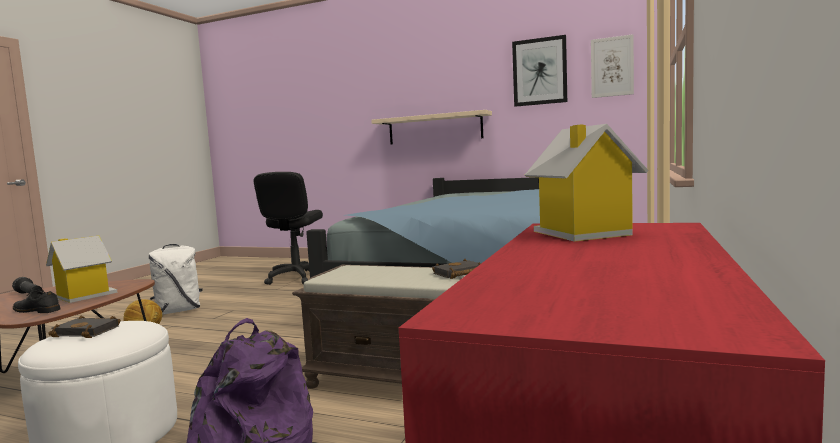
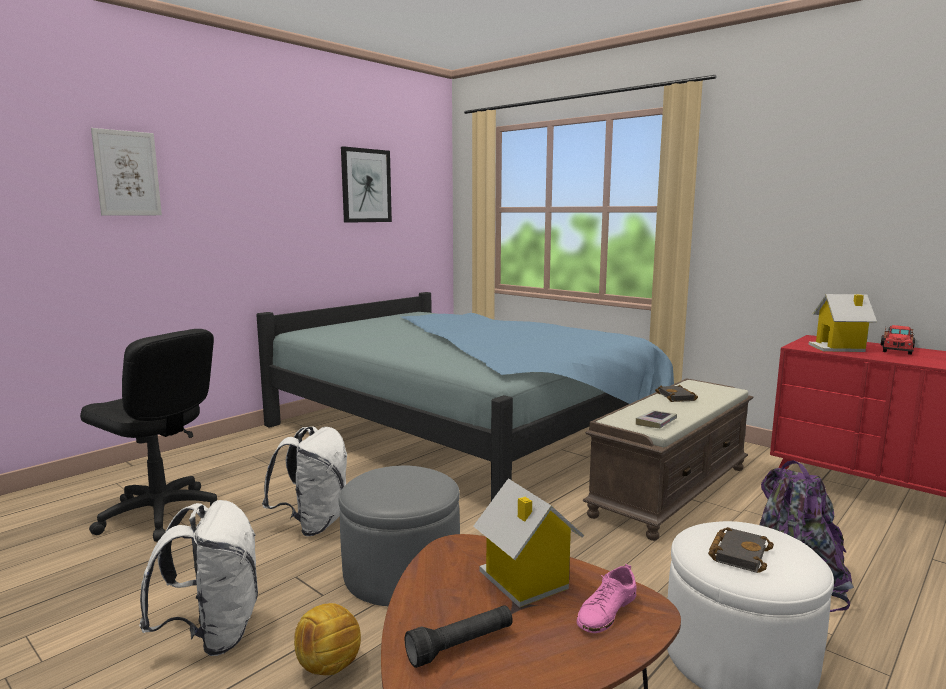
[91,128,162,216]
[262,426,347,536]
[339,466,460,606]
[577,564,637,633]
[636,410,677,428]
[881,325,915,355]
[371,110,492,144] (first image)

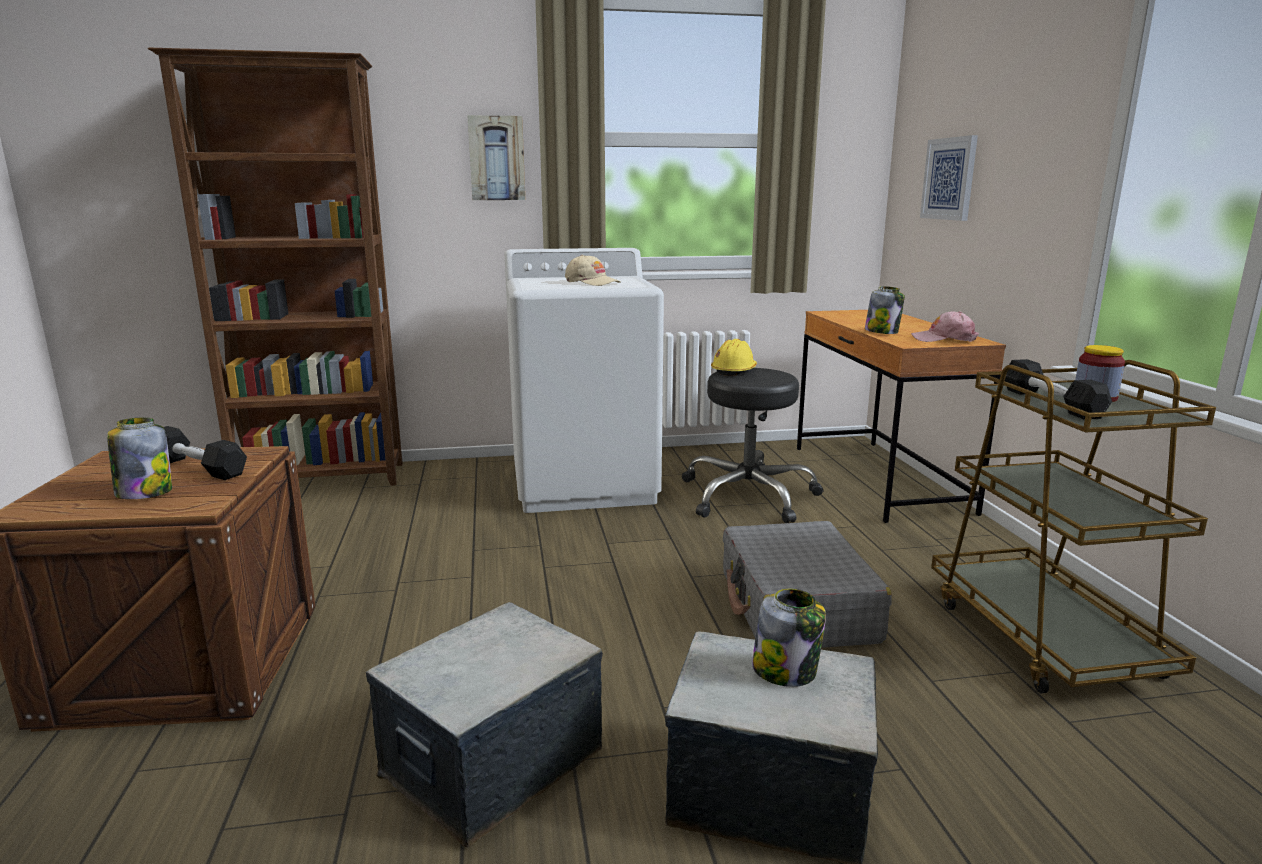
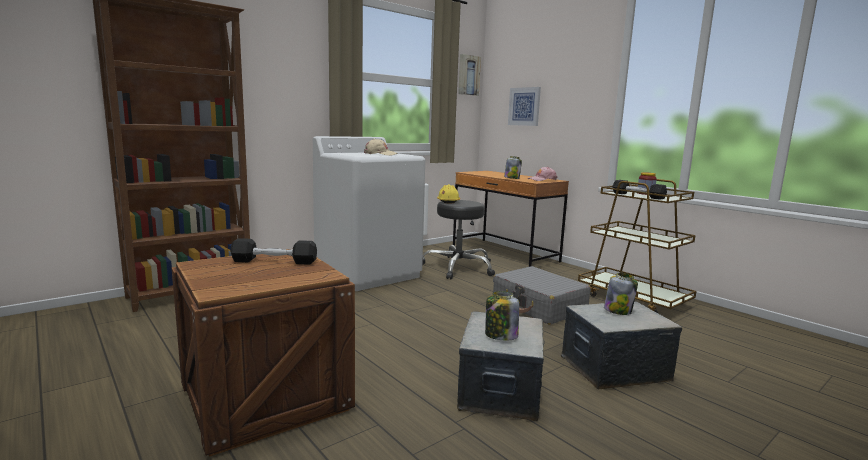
[458,54,481,96]
[485,291,519,340]

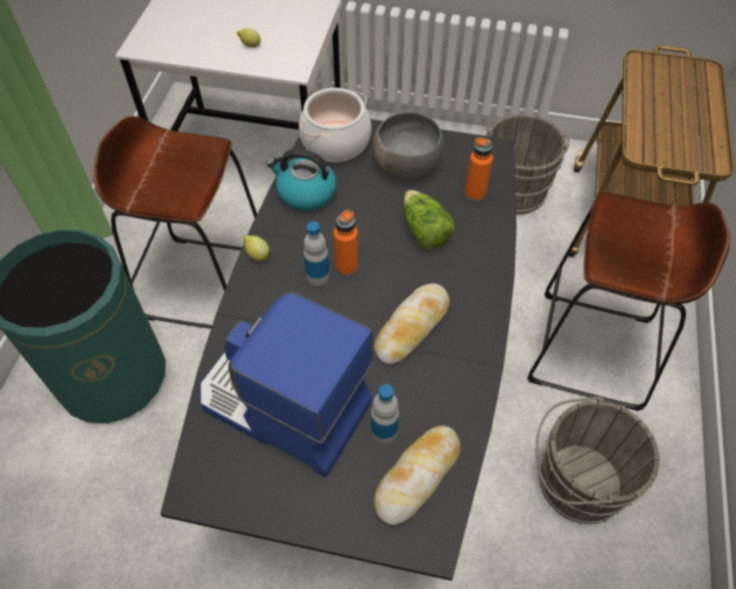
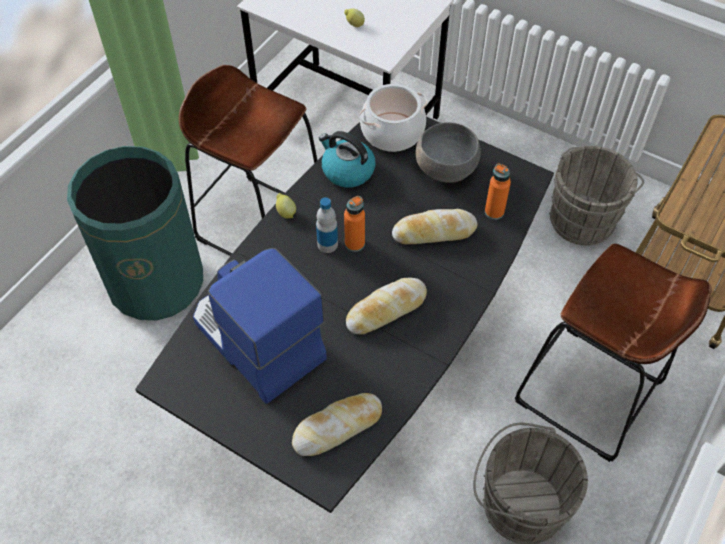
[392,209,477,245]
[371,384,399,444] (first image)

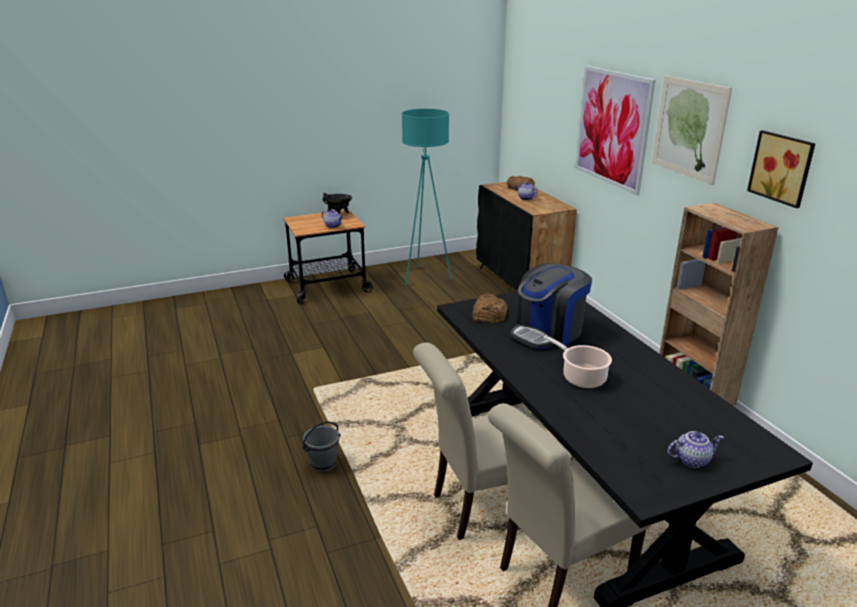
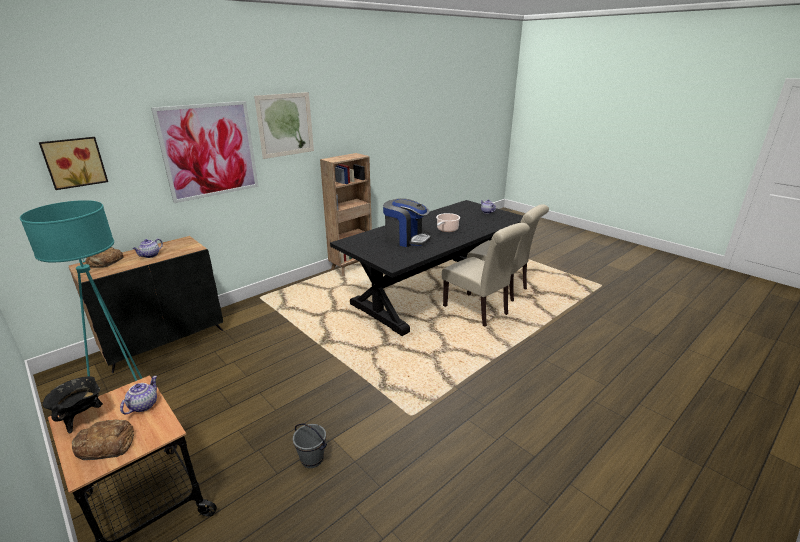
[39,137,108,190]
[72,420,134,460]
[293,423,327,468]

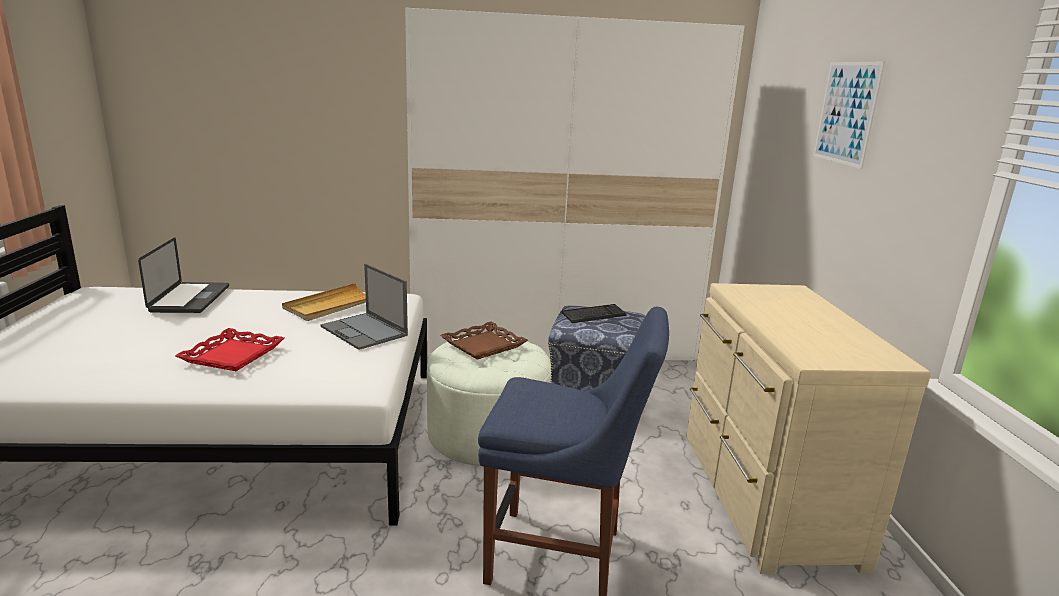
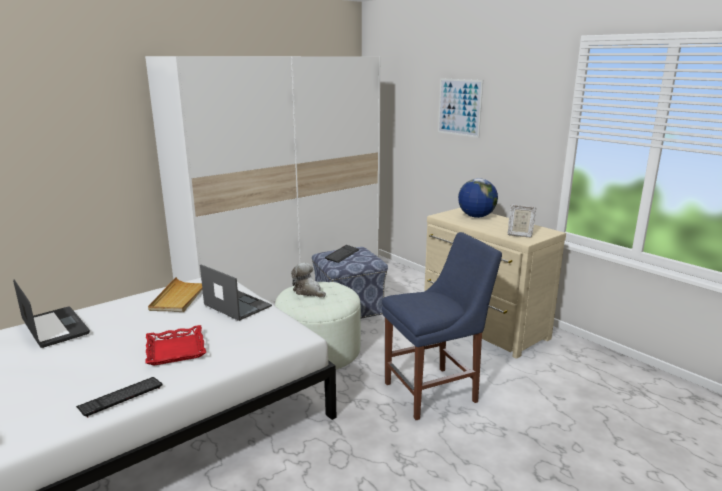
[76,377,163,418]
[200,264,272,321]
[291,263,326,298]
[458,178,498,218]
[508,204,536,238]

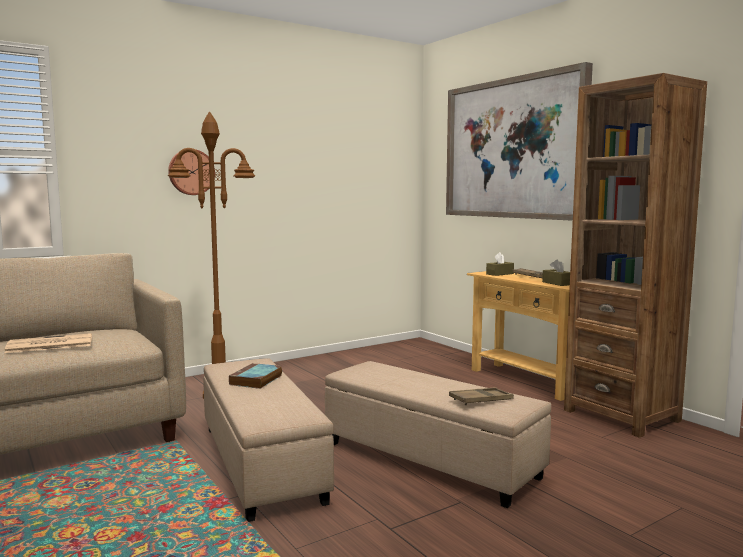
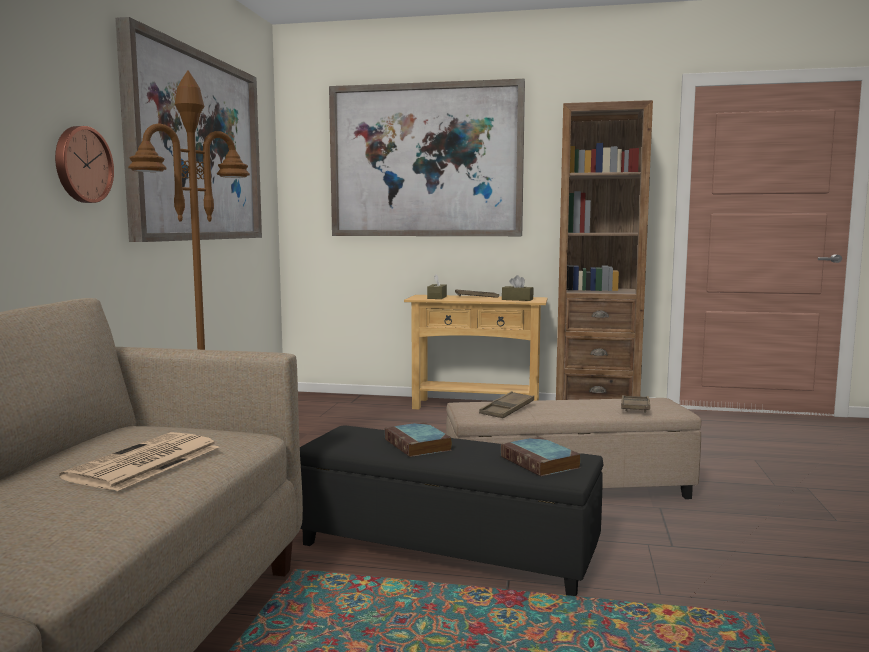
[115,17,262,242]
[300,425,603,596]
[479,391,534,418]
[500,437,581,476]

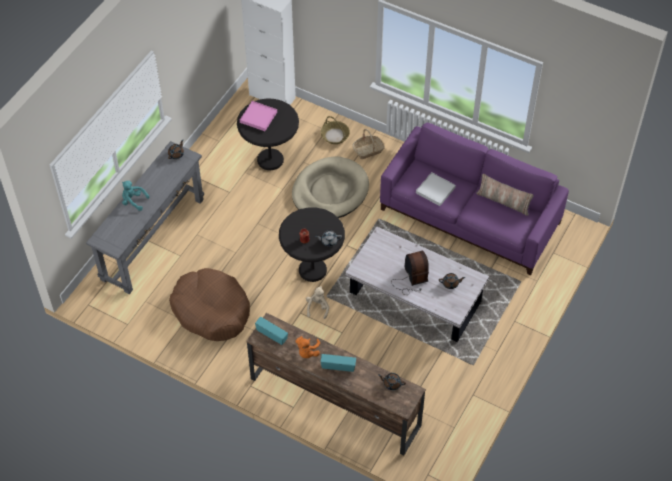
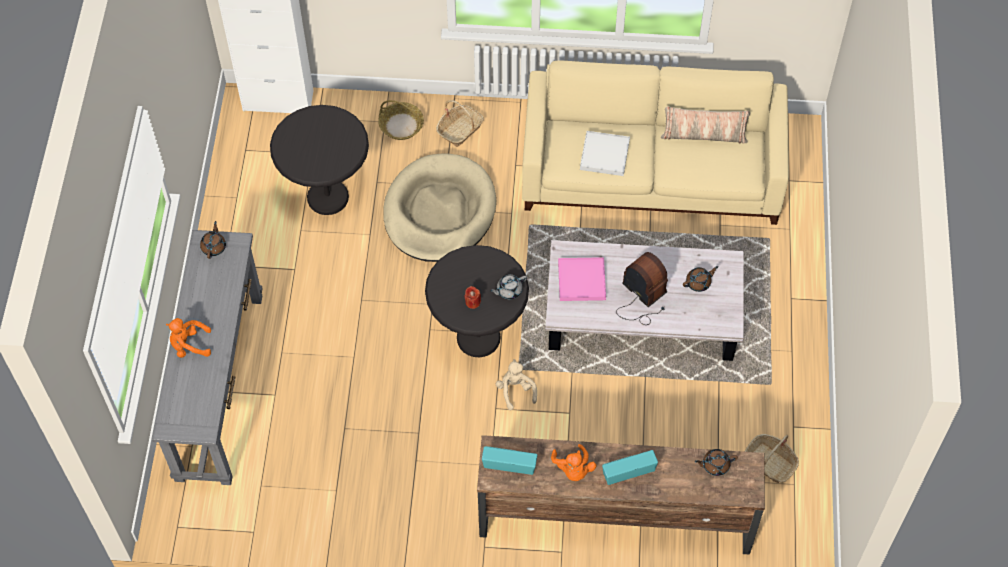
[166,318,211,358]
[522,60,789,225]
[558,257,606,301]
[745,434,799,483]
[169,268,250,341] (first image)

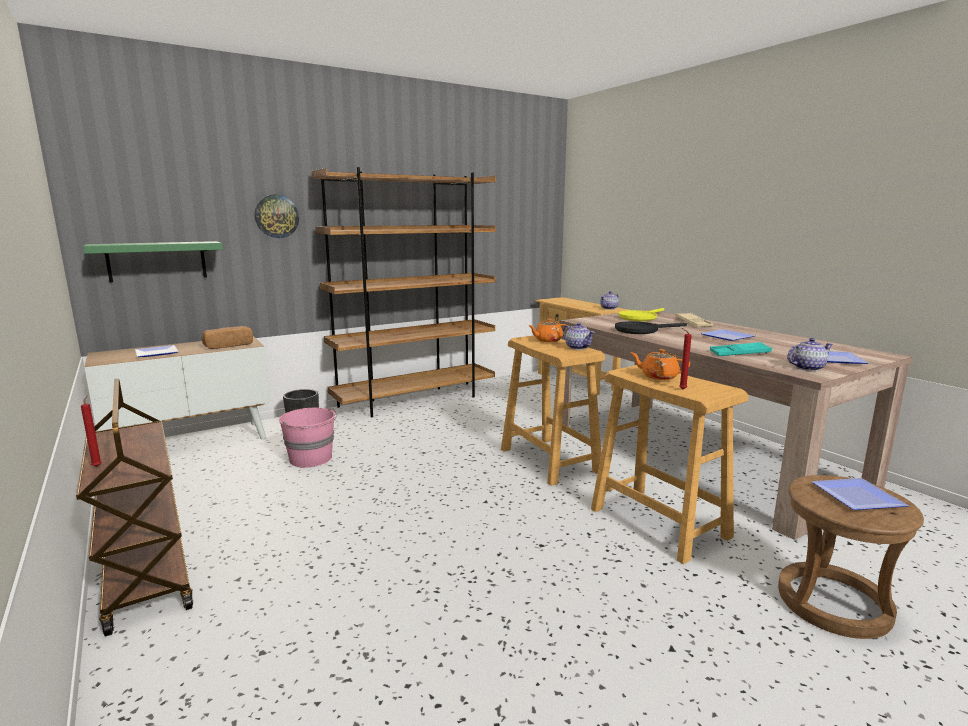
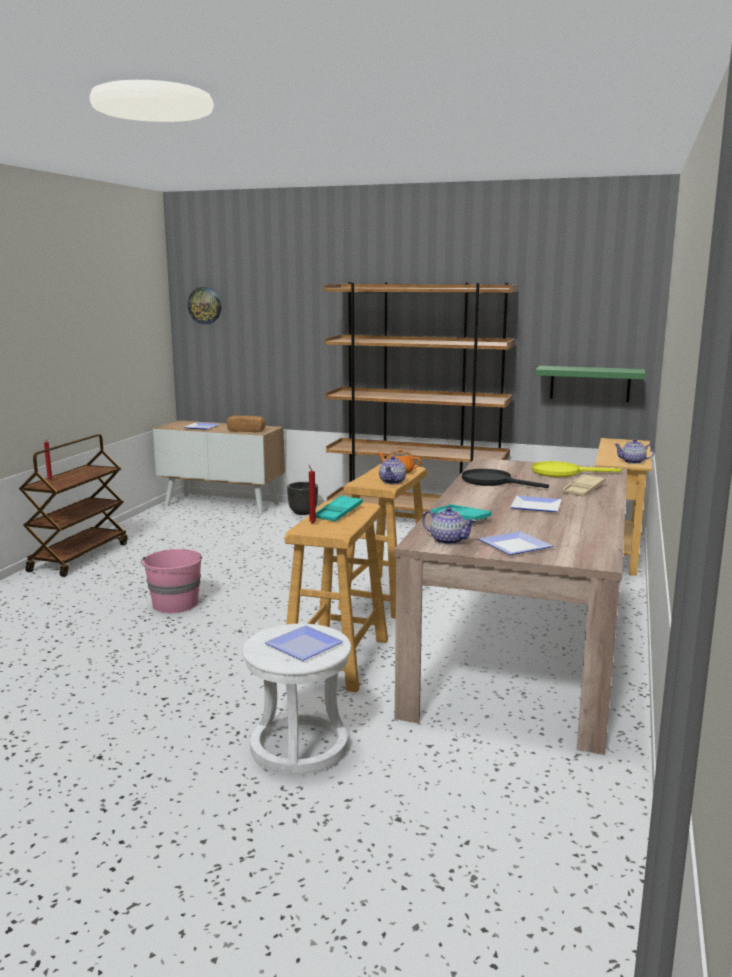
[141,549,202,613]
[187,287,221,324]
[242,624,351,776]
[316,495,363,521]
[535,366,645,402]

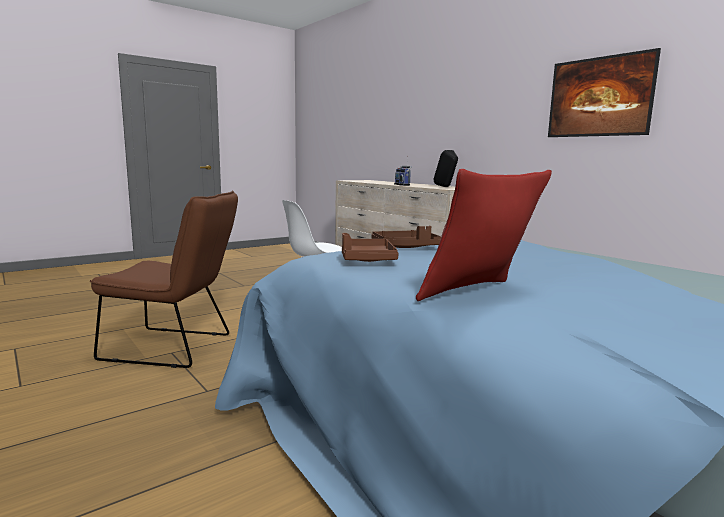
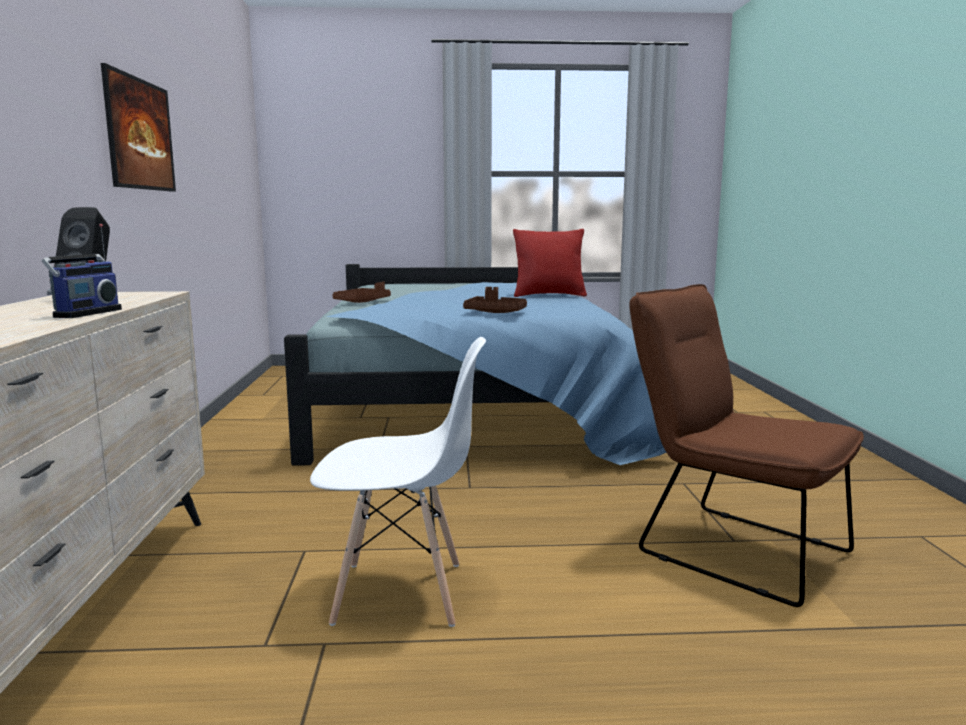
[333,282,391,303]

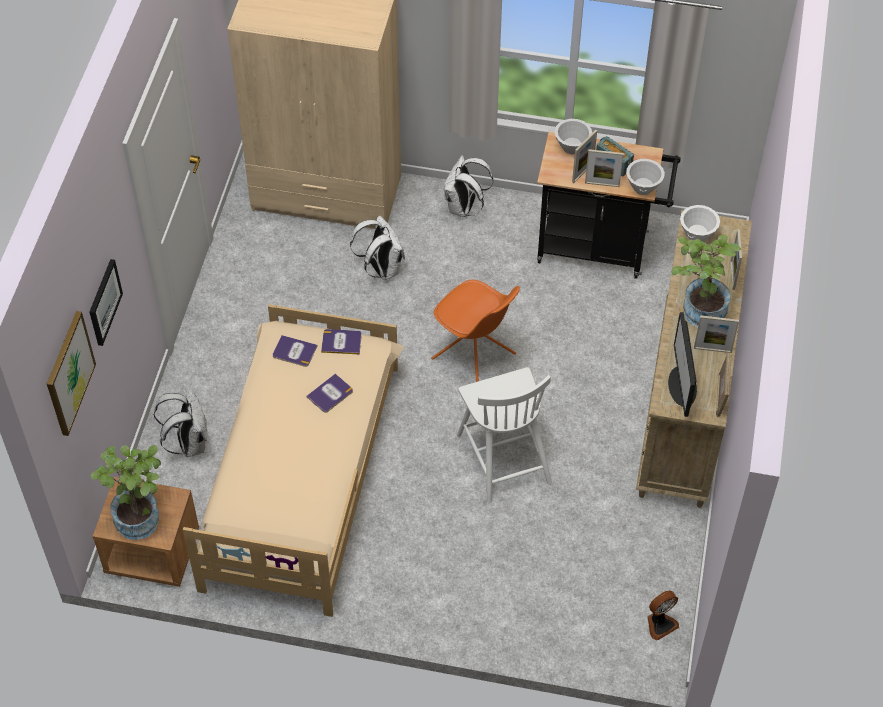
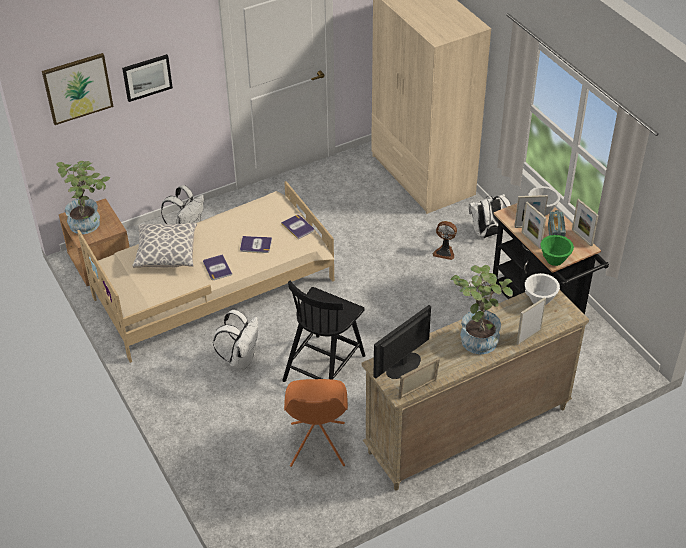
[132,223,197,268]
[203,254,232,280]
[213,310,258,370]
[282,281,366,382]
[284,379,348,467]
[433,221,457,260]
[540,235,574,266]
[572,199,599,246]

